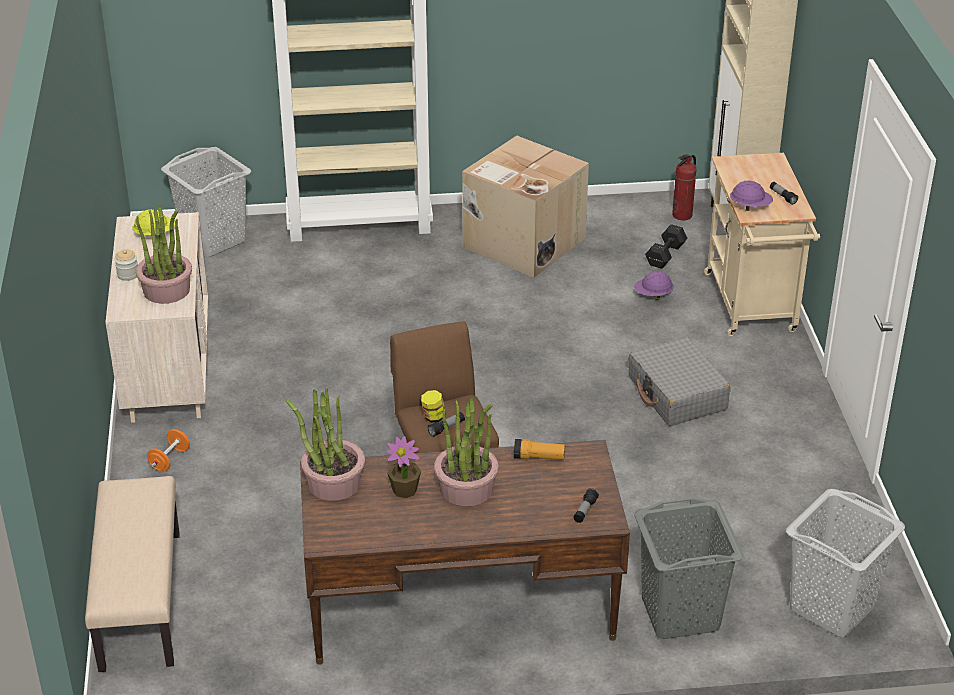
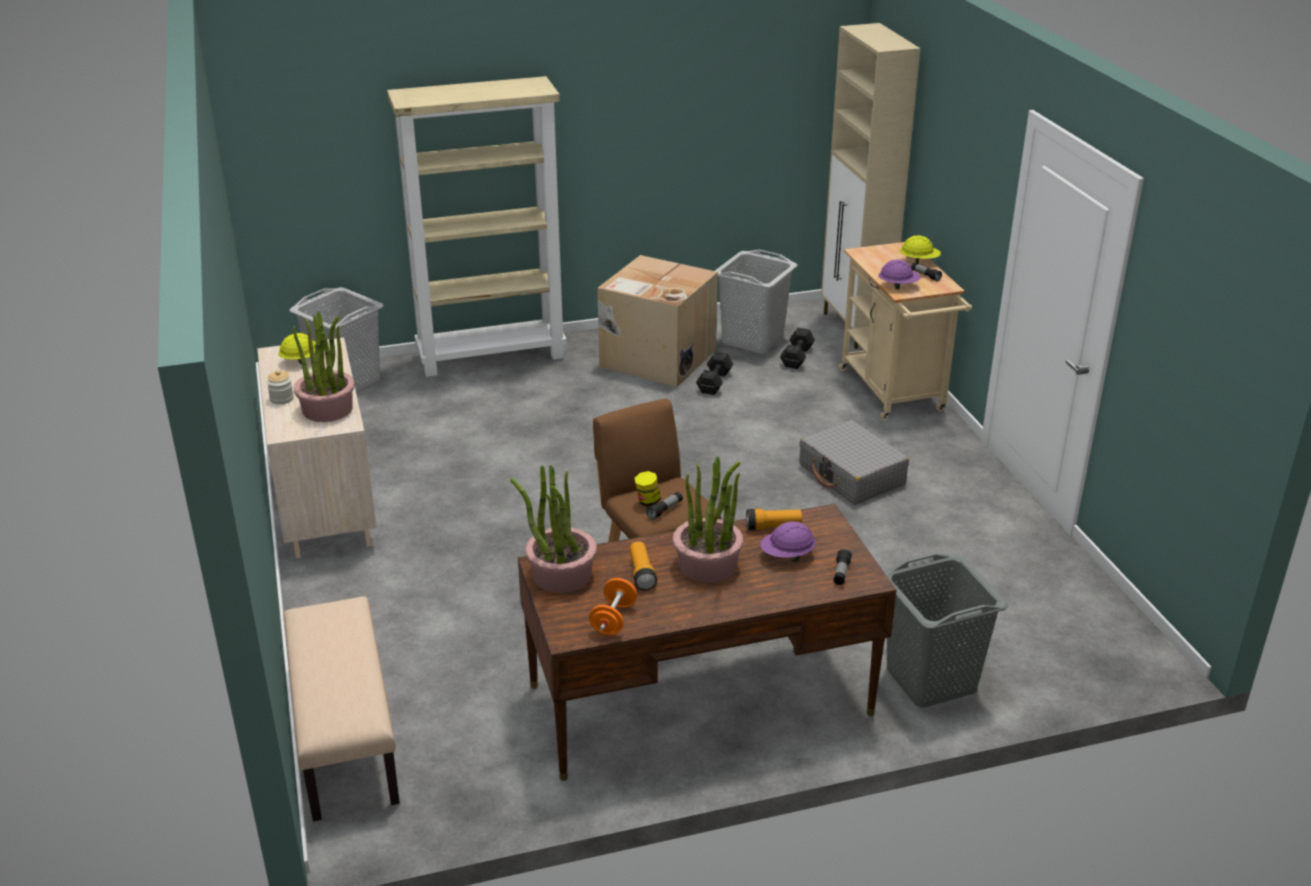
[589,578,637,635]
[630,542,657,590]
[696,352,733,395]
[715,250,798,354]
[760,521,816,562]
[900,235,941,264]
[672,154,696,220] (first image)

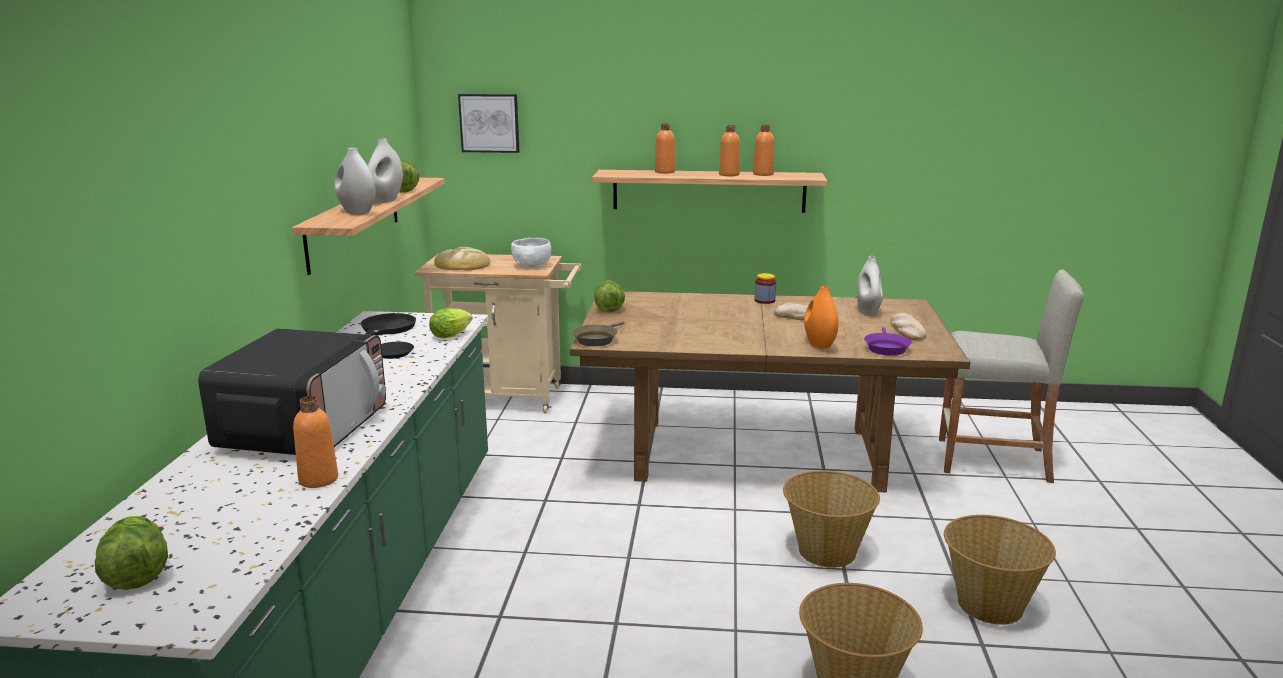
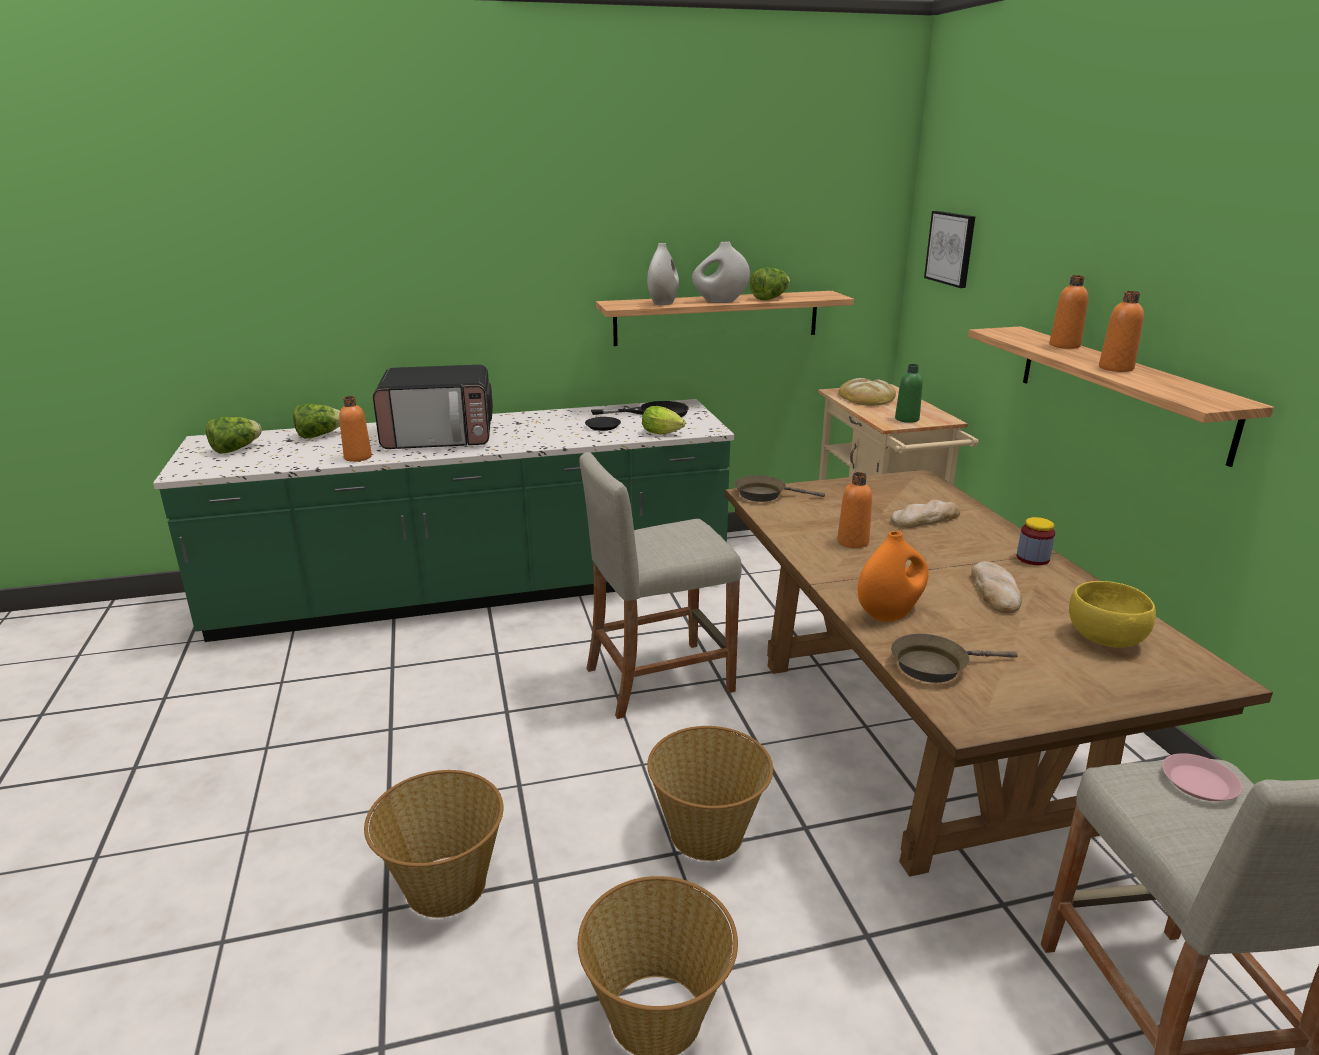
[293,404,340,438]
[579,452,741,719]
[837,472,872,548]
[891,500,960,528]
[891,634,1018,683]
[895,364,923,423]
[1069,581,1156,648]
[1162,753,1242,801]

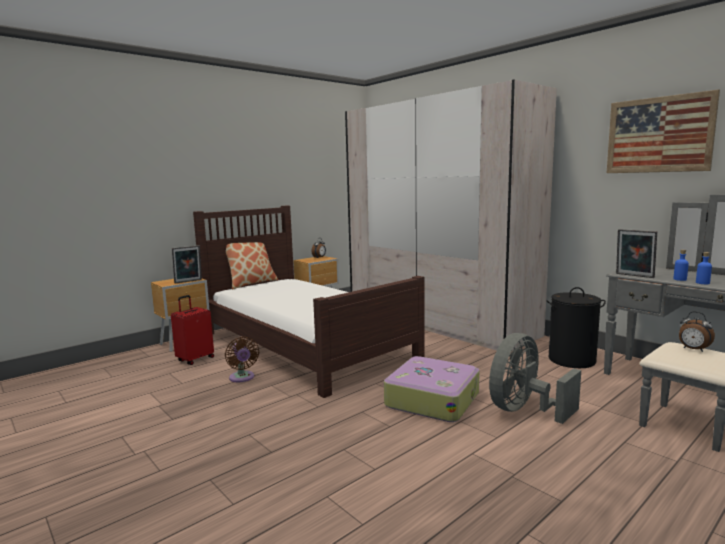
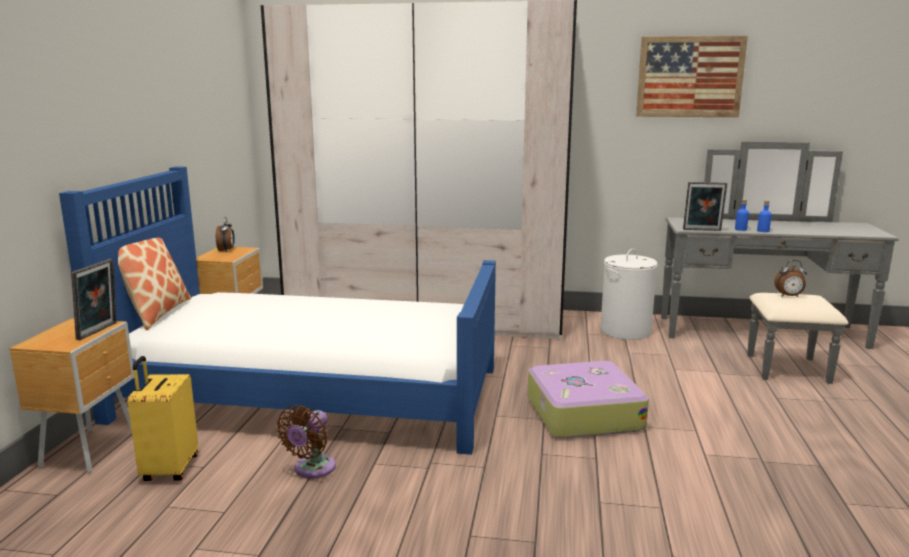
[59,166,496,455]
[128,356,198,481]
[277,405,336,478]
[600,249,658,340]
[489,333,581,424] (first image)

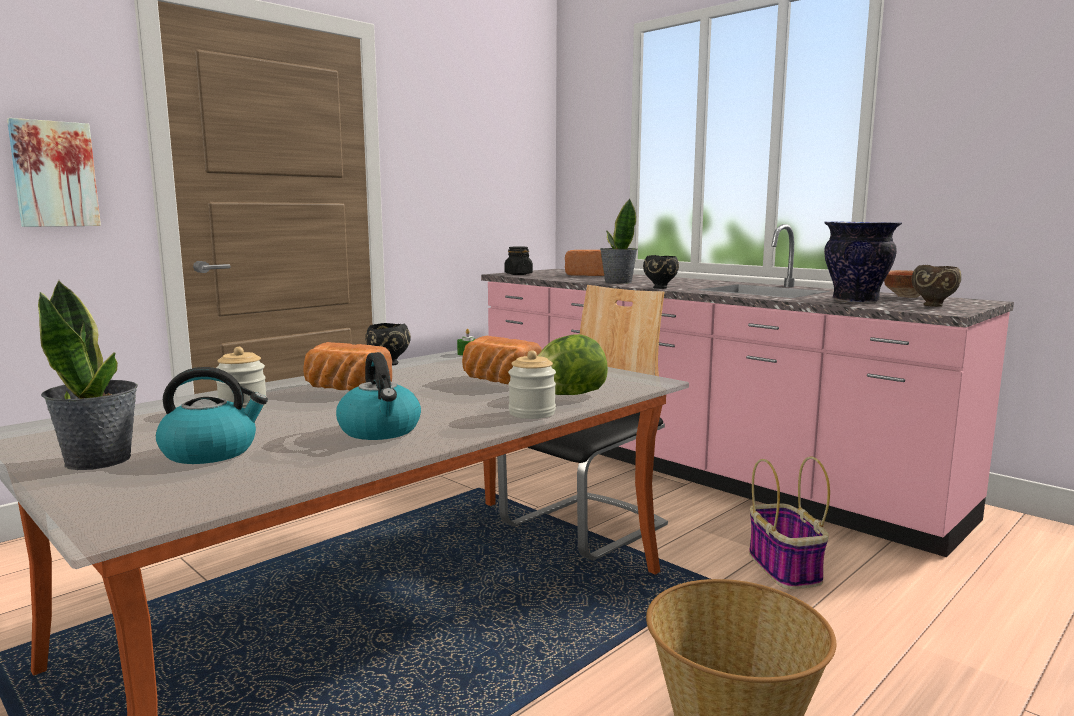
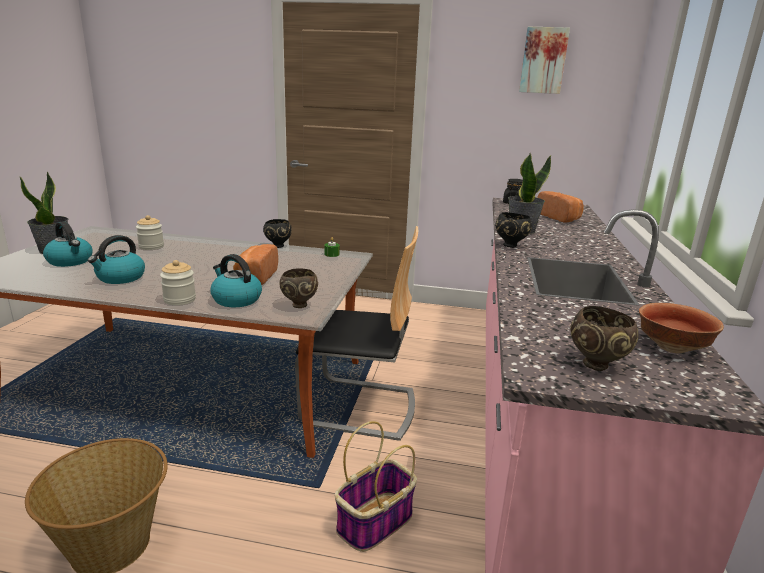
[211,254,262,307]
[279,269,318,308]
[519,27,570,94]
[304,342,392,391] (first image)
[824,221,902,303] (first image)

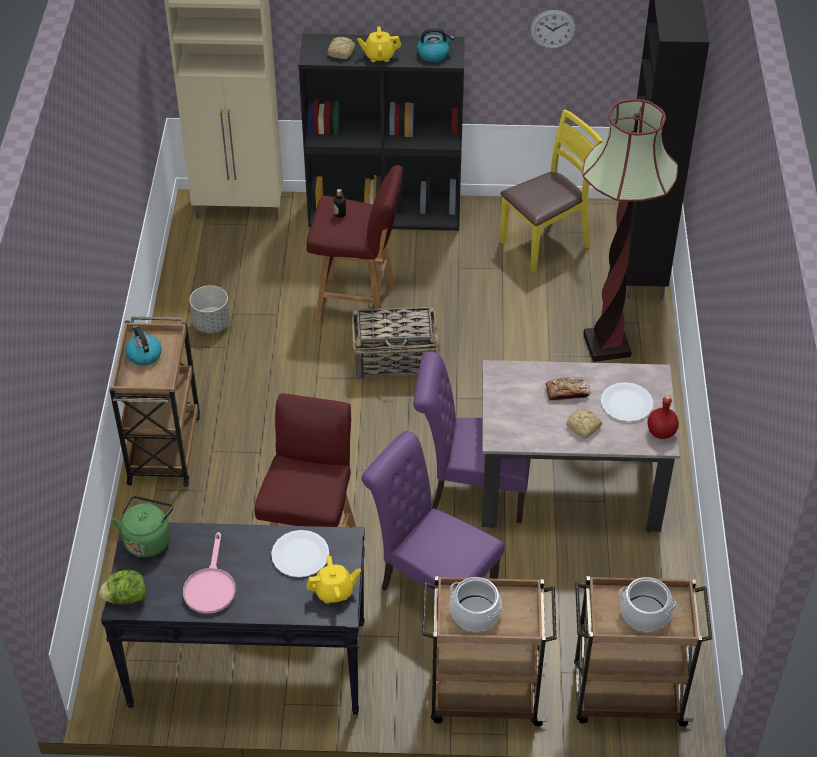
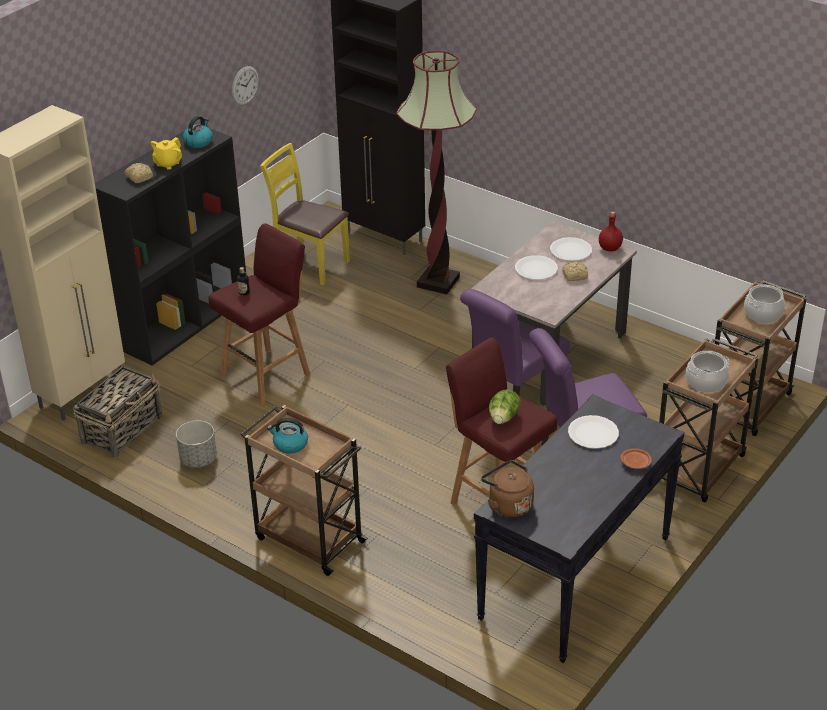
[73,366,163,458]
[260,143,350,285]
[481,460,534,518]
[488,389,521,424]
[515,255,558,280]
[620,448,652,469]
[183,532,236,614] (first image)
[306,555,361,603] (first image)

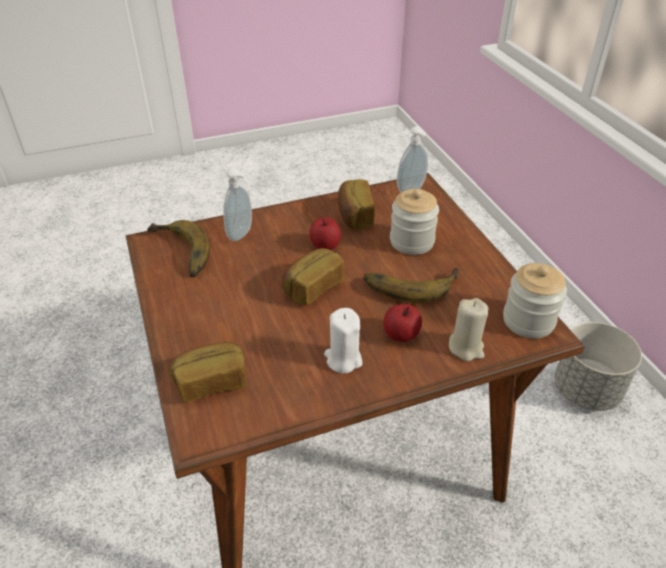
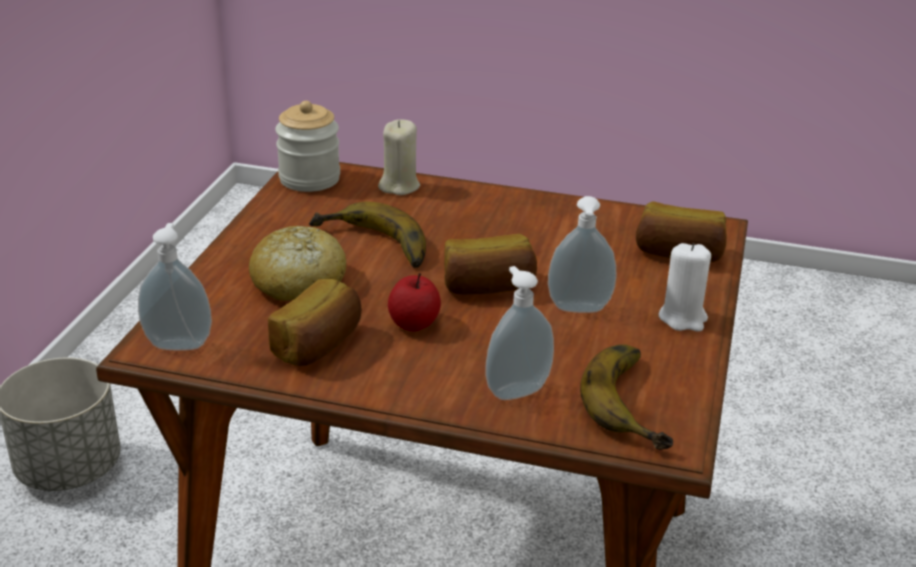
[249,226,346,301]
[548,196,617,313]
[659,243,711,331]
[384,304,422,342] (first image)

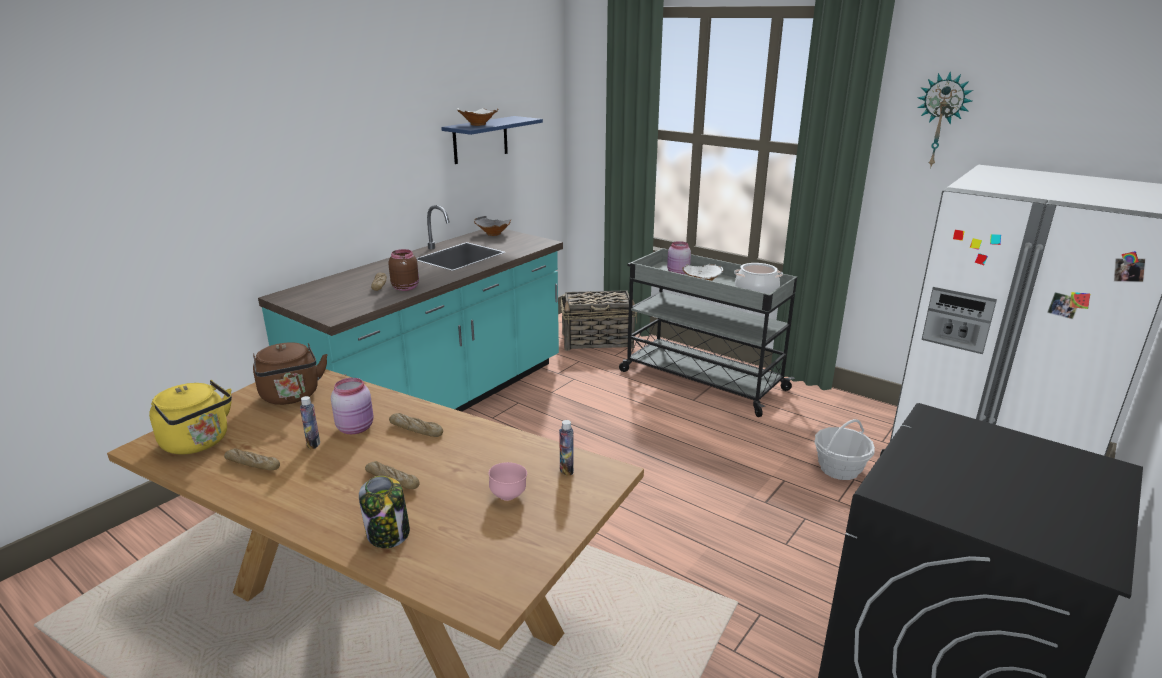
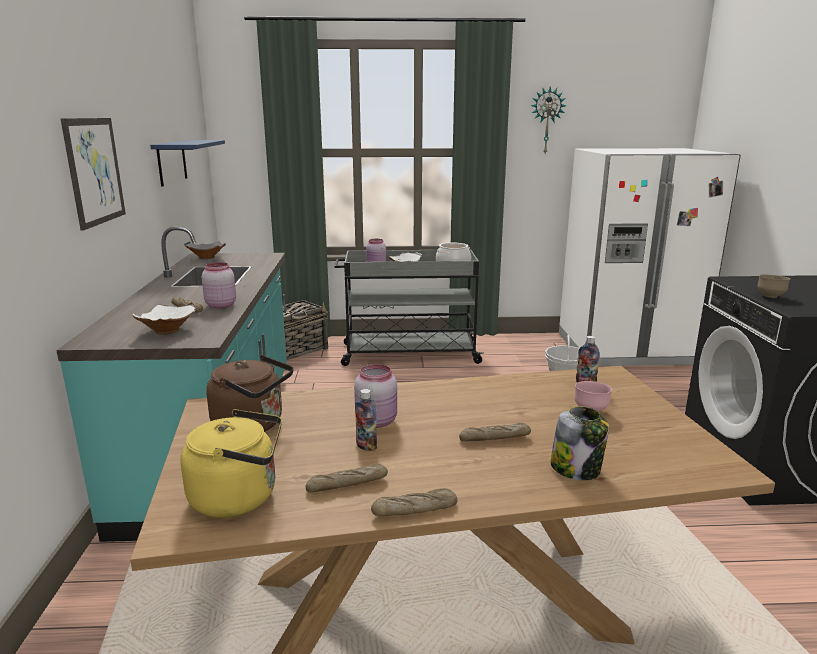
[61,118,126,231]
[132,303,196,335]
[202,262,236,308]
[371,488,458,516]
[758,274,790,298]

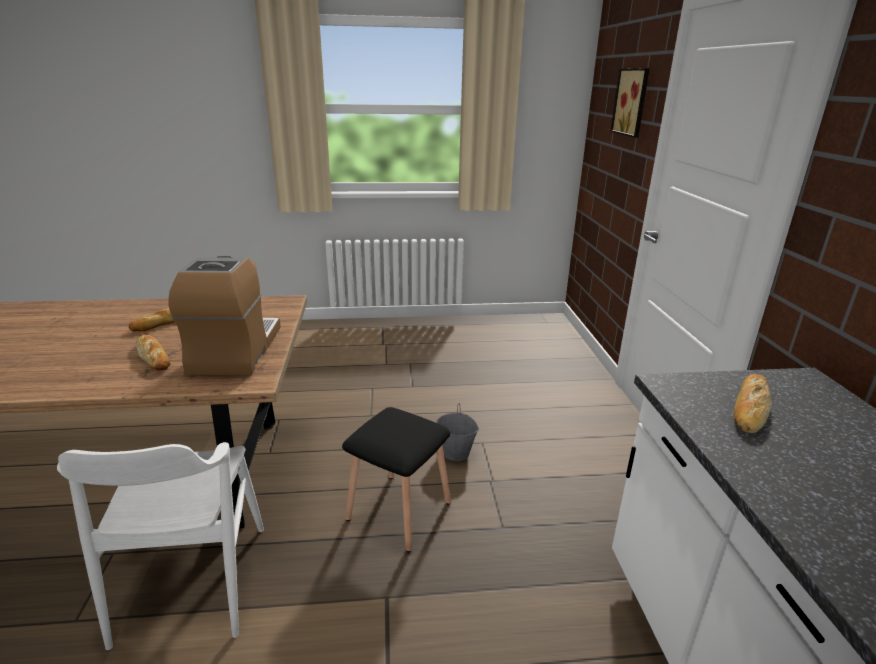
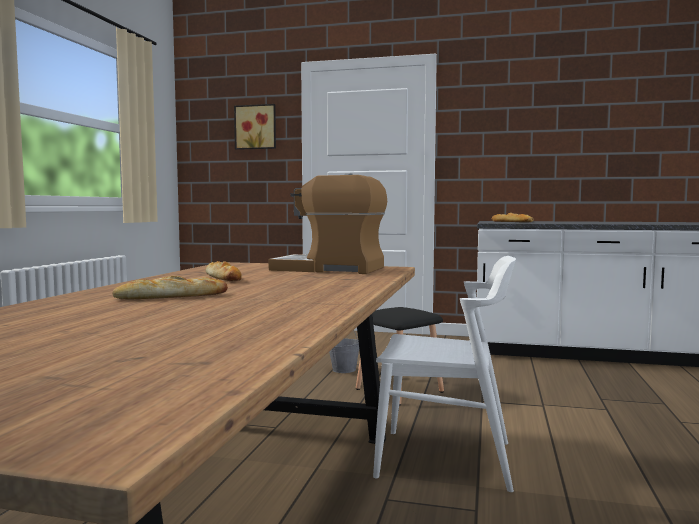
[112,276,228,300]

